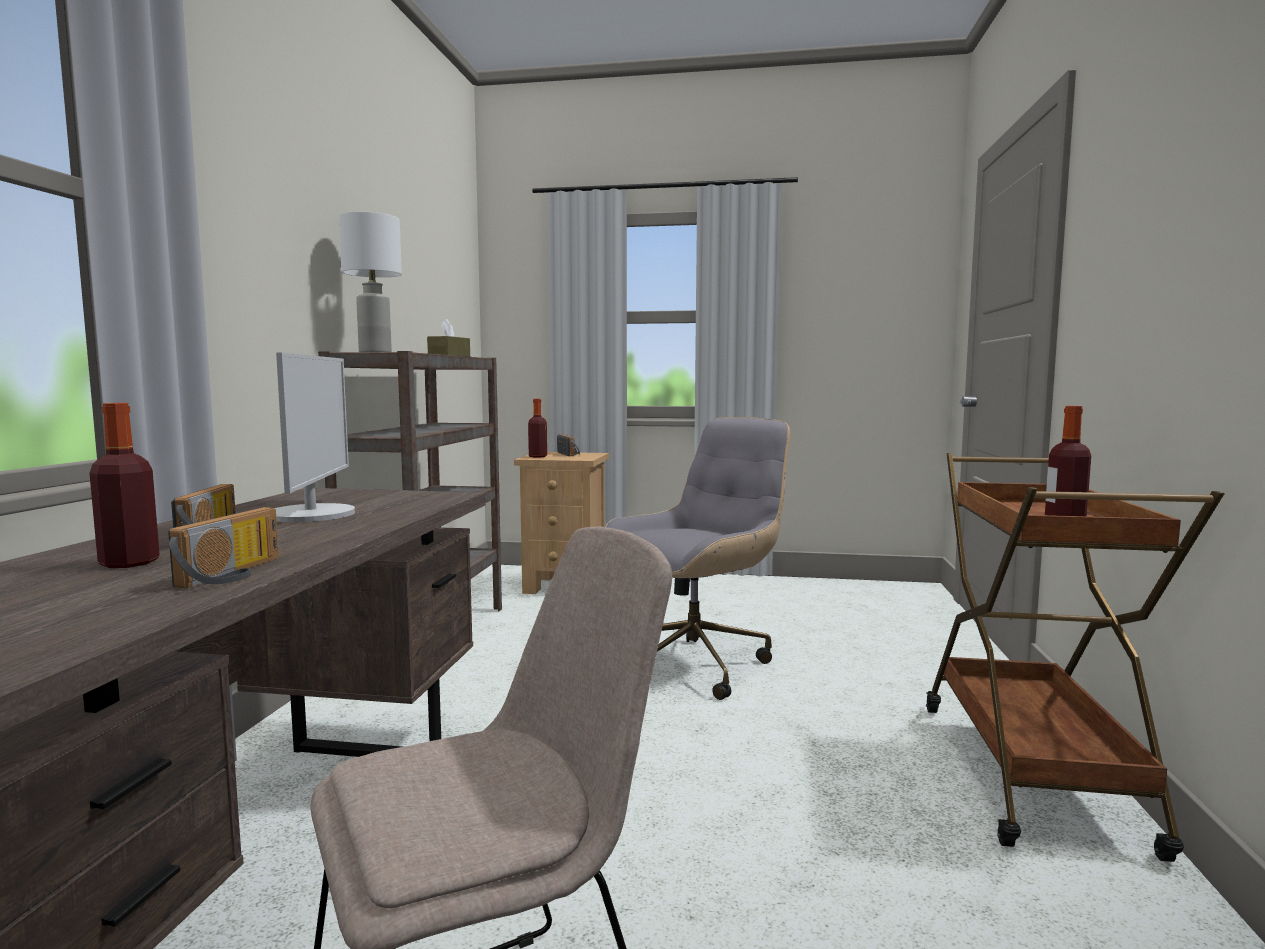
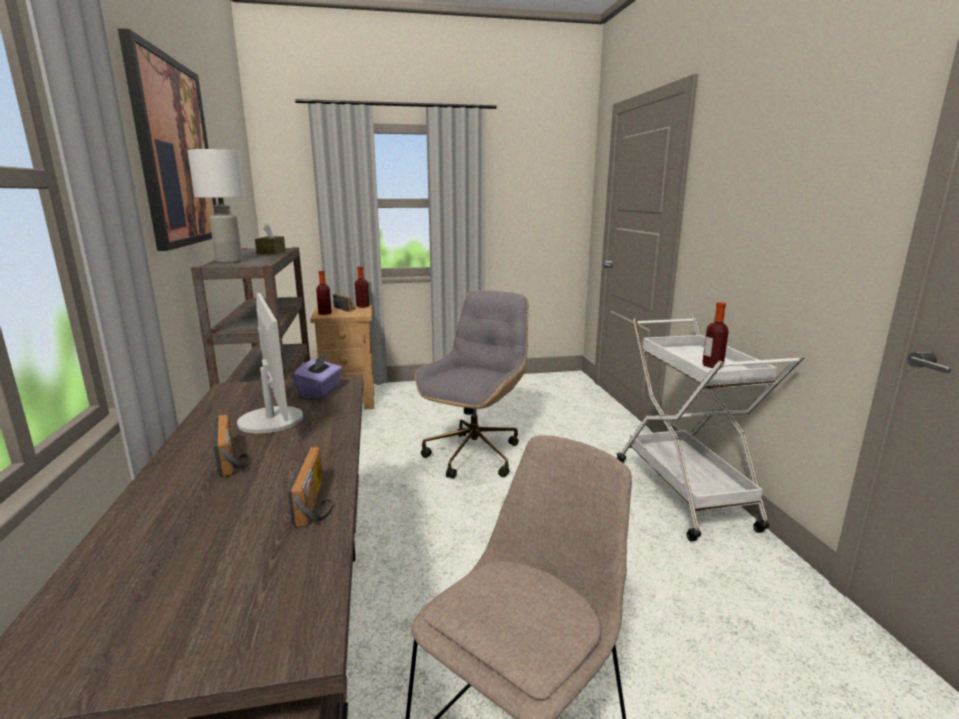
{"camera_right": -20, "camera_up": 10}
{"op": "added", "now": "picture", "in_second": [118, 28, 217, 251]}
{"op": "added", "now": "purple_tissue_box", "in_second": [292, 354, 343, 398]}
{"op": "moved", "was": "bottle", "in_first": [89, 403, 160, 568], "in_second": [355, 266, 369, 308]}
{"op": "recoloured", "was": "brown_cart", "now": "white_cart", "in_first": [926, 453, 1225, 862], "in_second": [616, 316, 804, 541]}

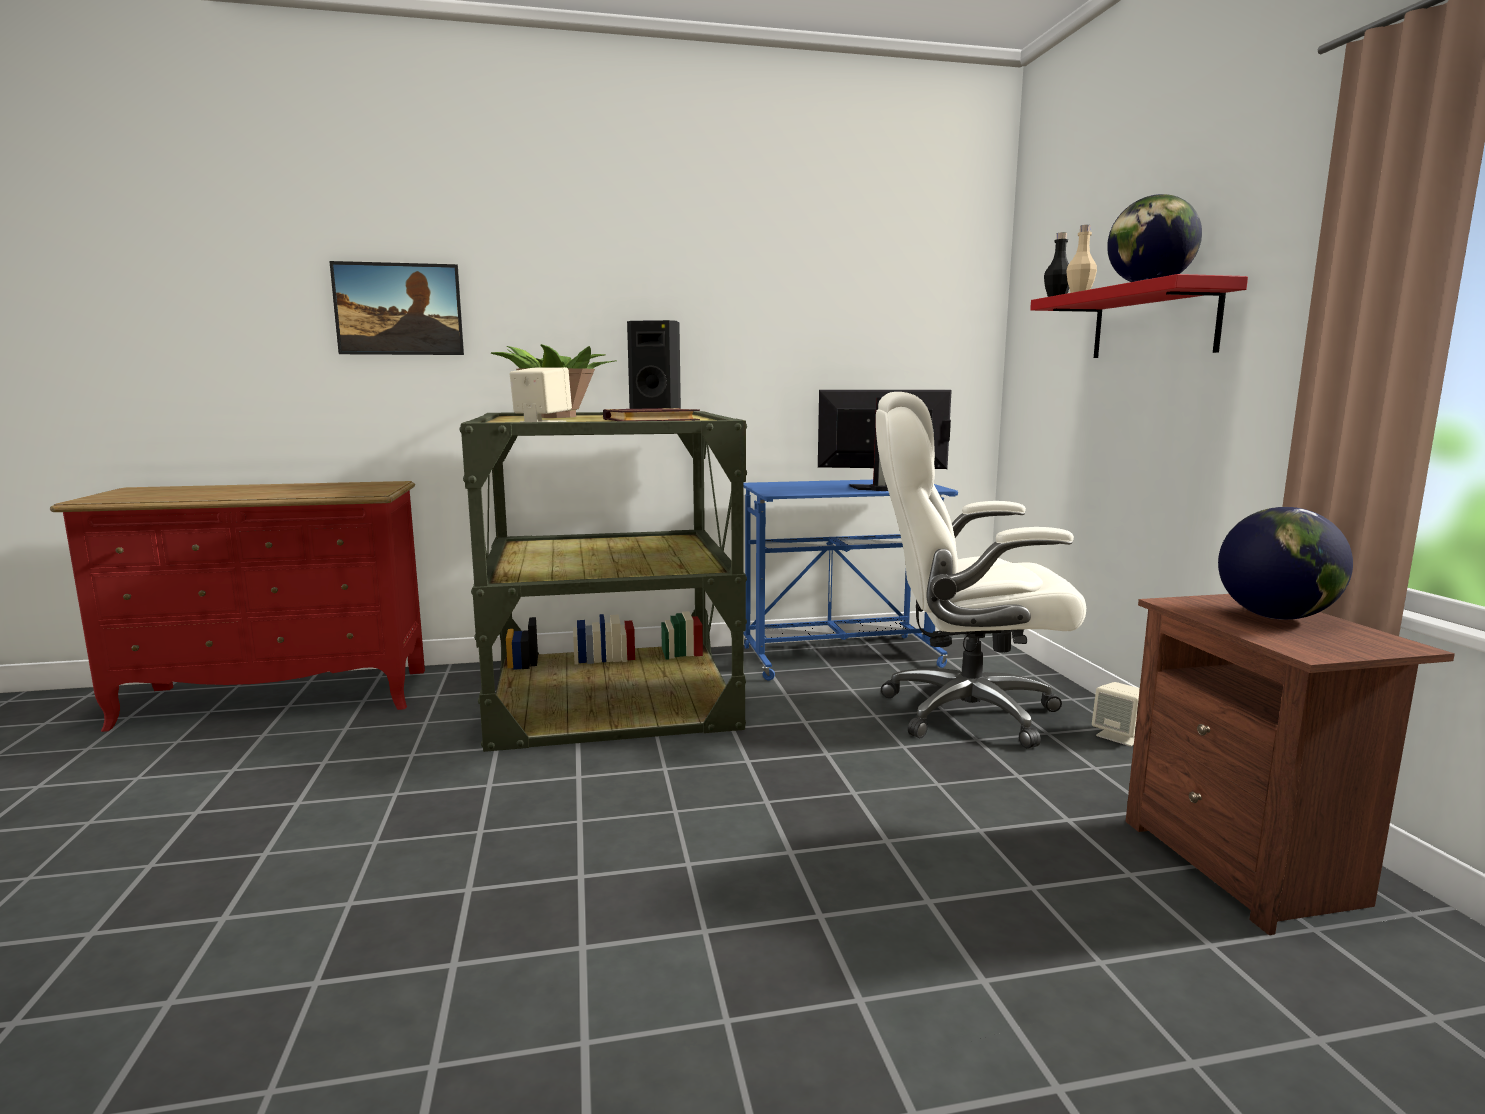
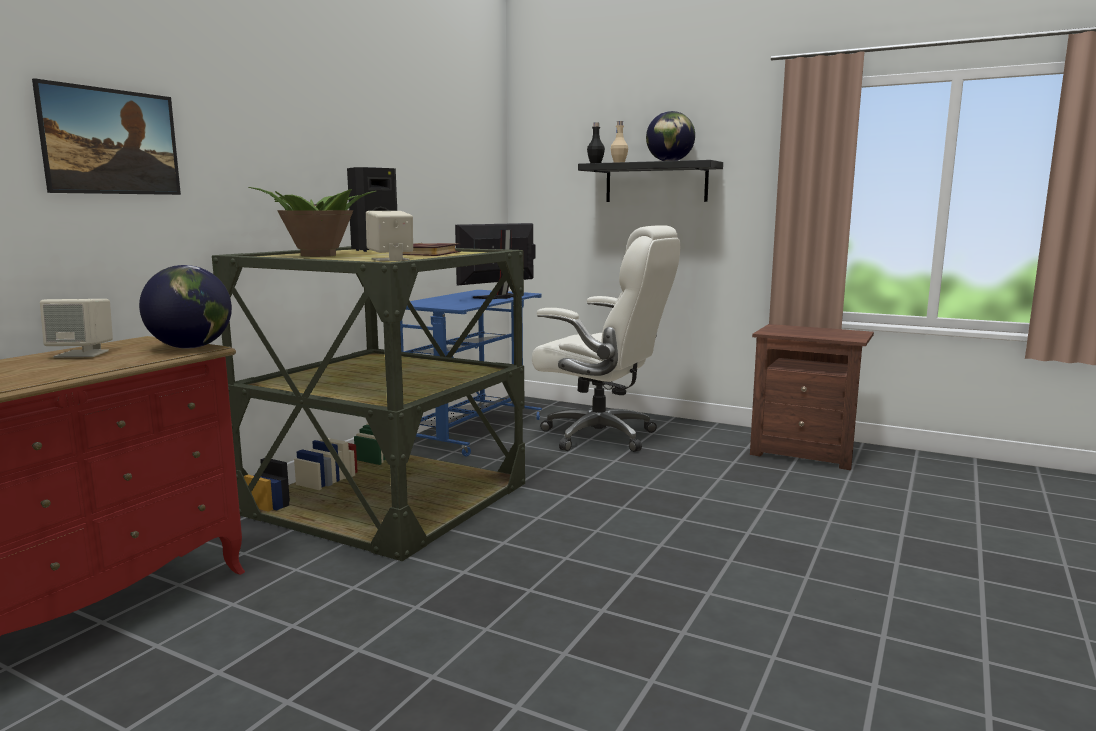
{"camera_right": -50, "camera_up": 0}
{"op": "moved", "was": "beige_speaker", "in_first": [1092, 682, 1140, 746], "in_second": [40, 299, 113, 358]}
{"op": "moved", "was": "globe", "in_first": [1218, 507, 1353, 620], "in_second": [139, 265, 232, 349]}
{"op": "recoloured", "was": "red_shelf", "now": "black_shelf", "in_first": [1030, 274, 1248, 358], "in_second": [578, 160, 723, 202]}
{"op": "turned", "was": "white_office_chair", "in_first": [876, 392, 1086, 748], "in_second": [532, 225, 680, 452], "clockwise": -105}

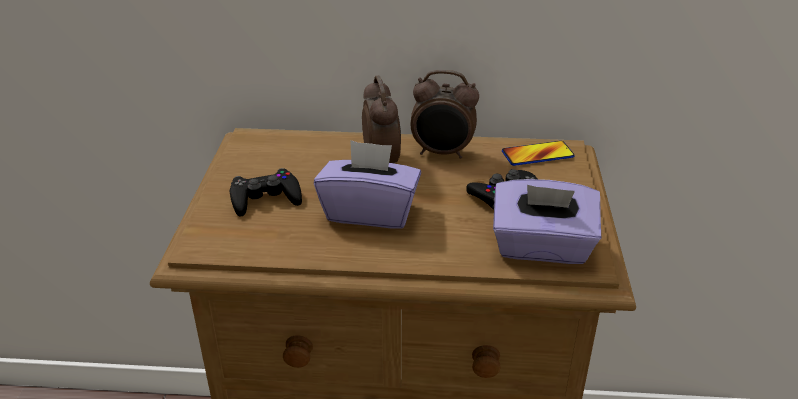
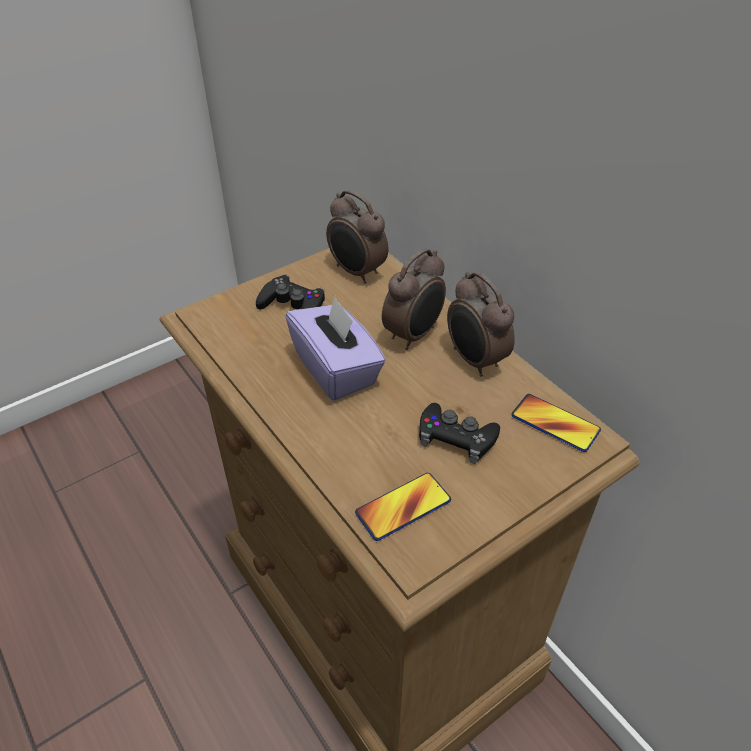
{"camera_right": 50, "camera_up": 10}
{"op": "added", "now": "alarm_clock", "in_second": [326, 190, 388, 284]}
{"op": "replaced", "was": "purple_tissue_box", "now": "phone", "in_first": [493, 179, 601, 264], "in_second": [355, 473, 451, 541]}

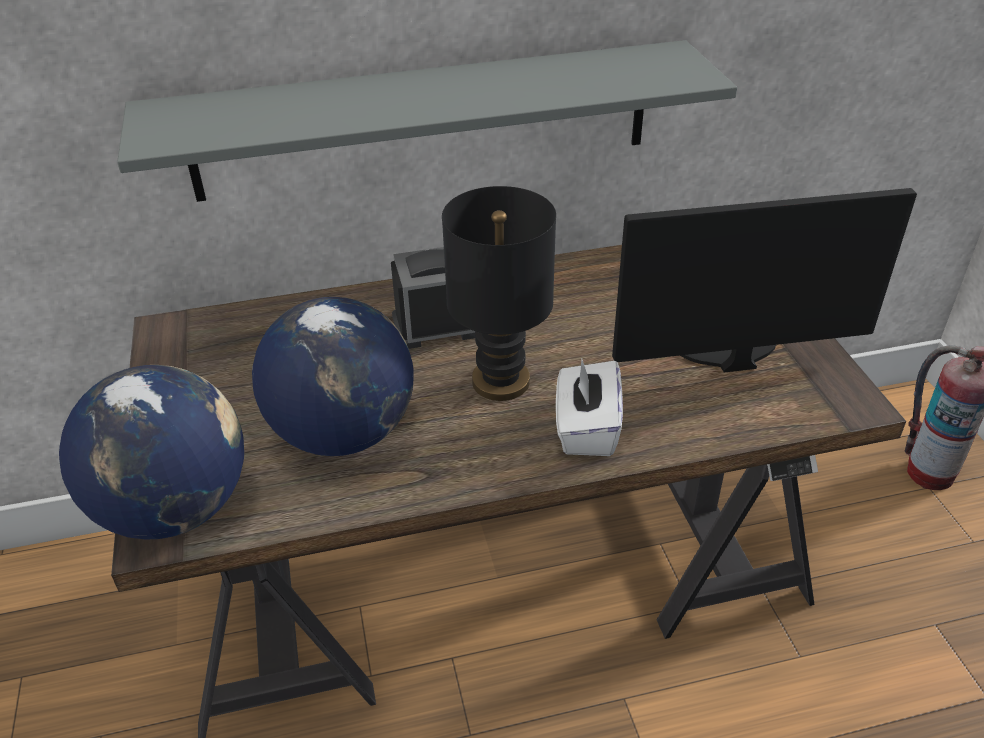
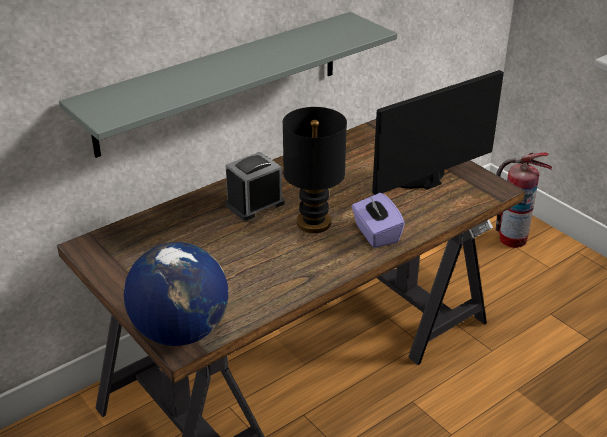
{"camera_right": -25, "camera_up": -5}
{"op": "removed", "was": "globe", "in_first": [252, 297, 414, 456]}
{"op": "recoloured", "was": "white_tissue_box", "now": "purple_tissue_box", "in_first": [556, 359, 623, 456], "in_second": [351, 193, 405, 248]}

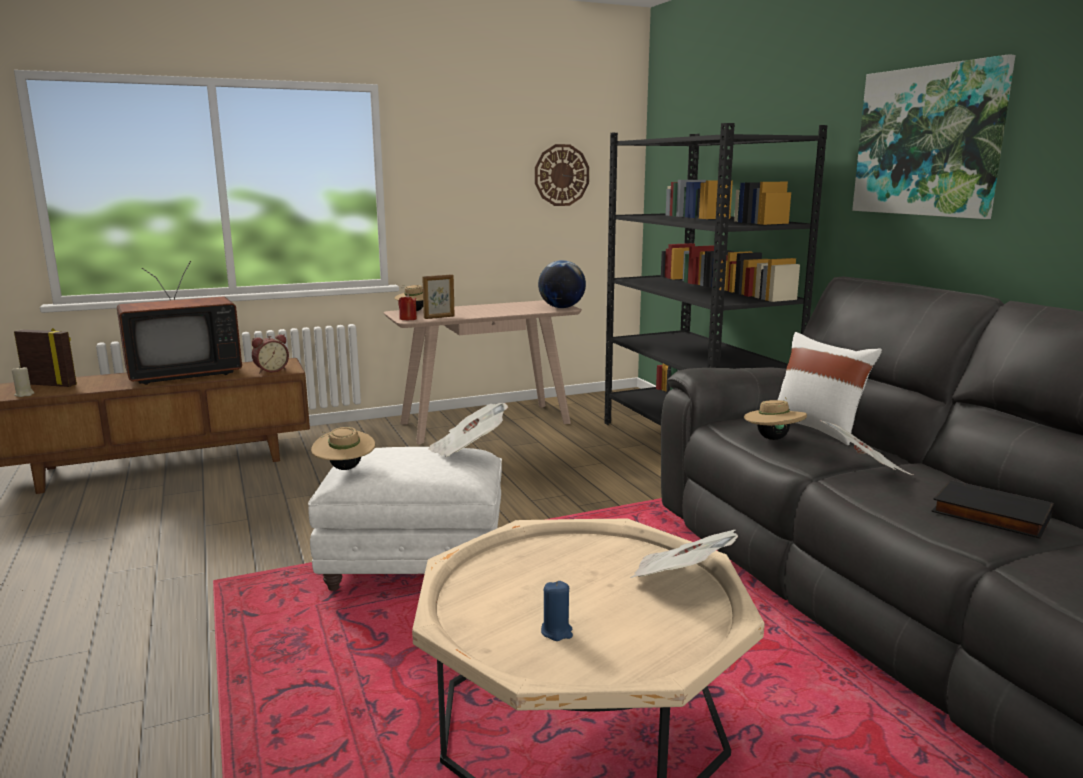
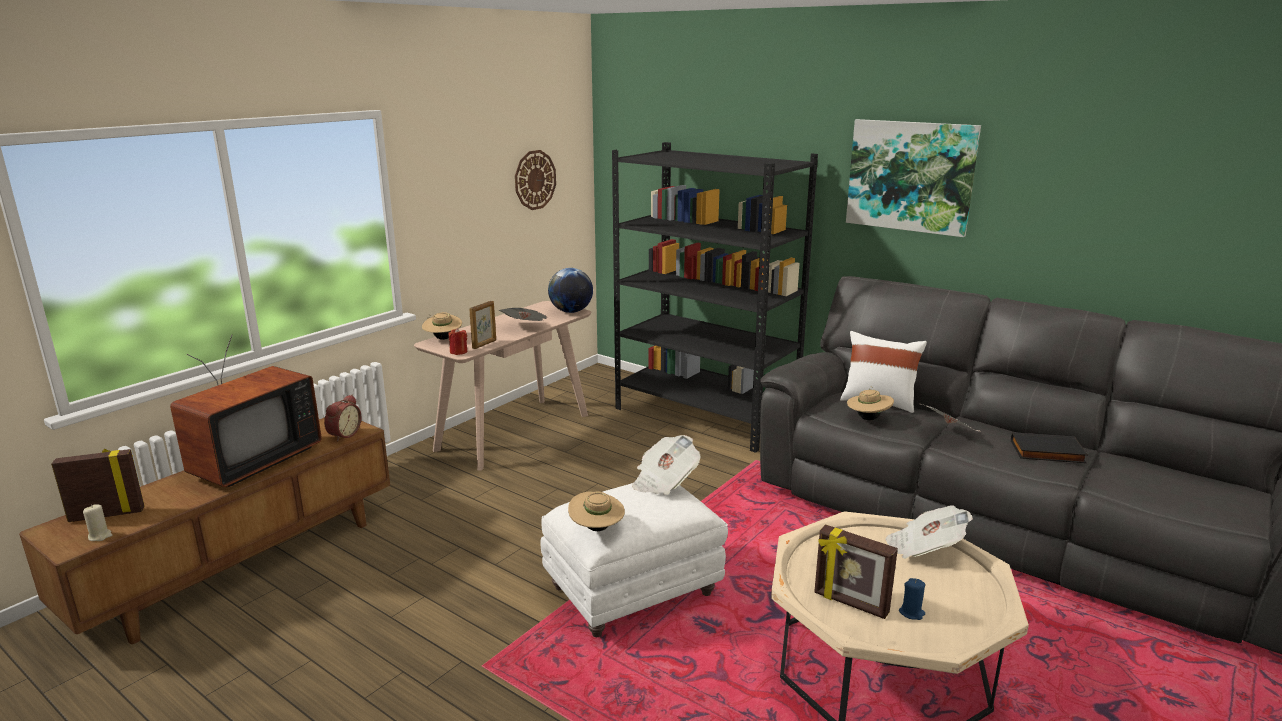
{"camera_right": -30, "camera_up": 5}
{"op": "added", "now": "newspaper", "in_second": [498, 308, 547, 321]}
{"op": "added", "now": "picture_frame", "in_second": [814, 524, 898, 619]}

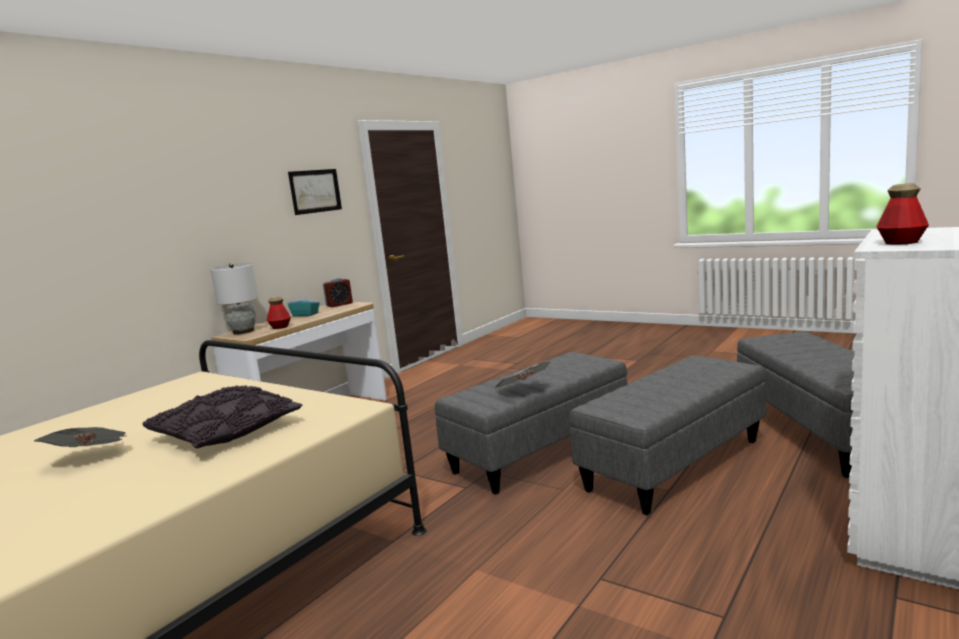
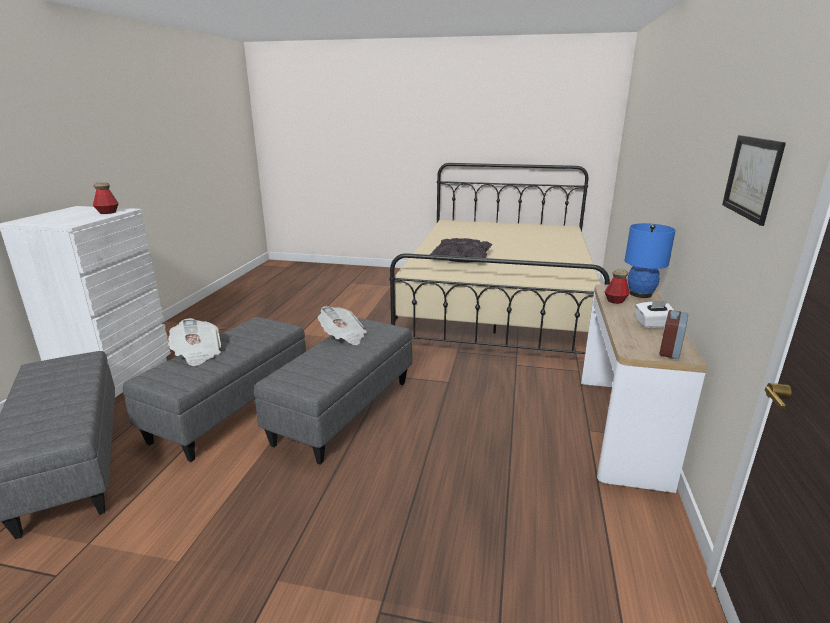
{"camera_right": 155, "camera_up": 10}
{"op": "moved", "was": "newspaper", "in_first": [34, 427, 126, 447], "in_second": [168, 318, 221, 366]}
{"op": "recoloured", "was": "white_table_lamp", "now": "blue_table_lamp", "in_first": [210, 263, 258, 334], "in_second": [625, 223, 676, 298]}
{"op": "recoloured", "was": "turquoise_tissue_box", "now": "white_tissue_box", "in_first": [288, 294, 320, 317], "in_second": [635, 301, 675, 328]}

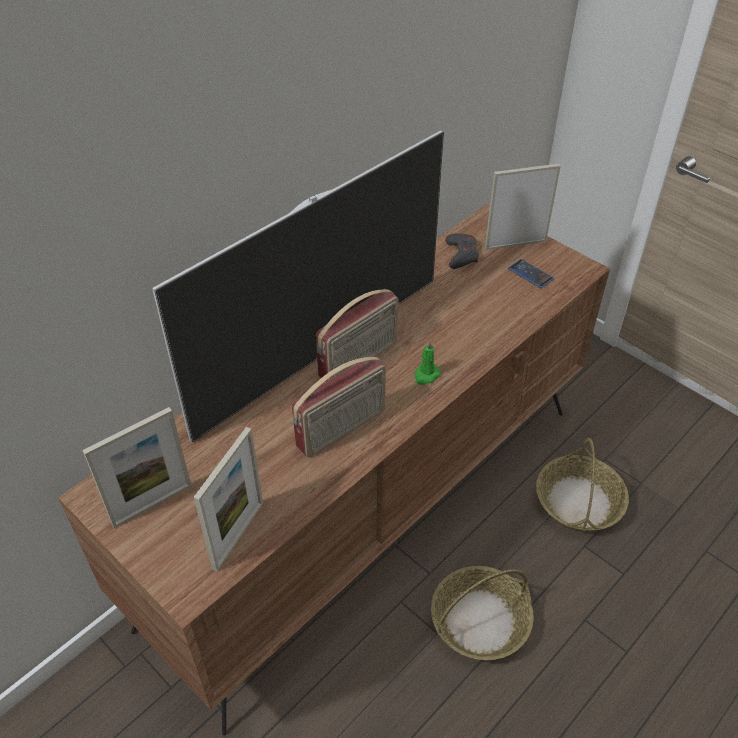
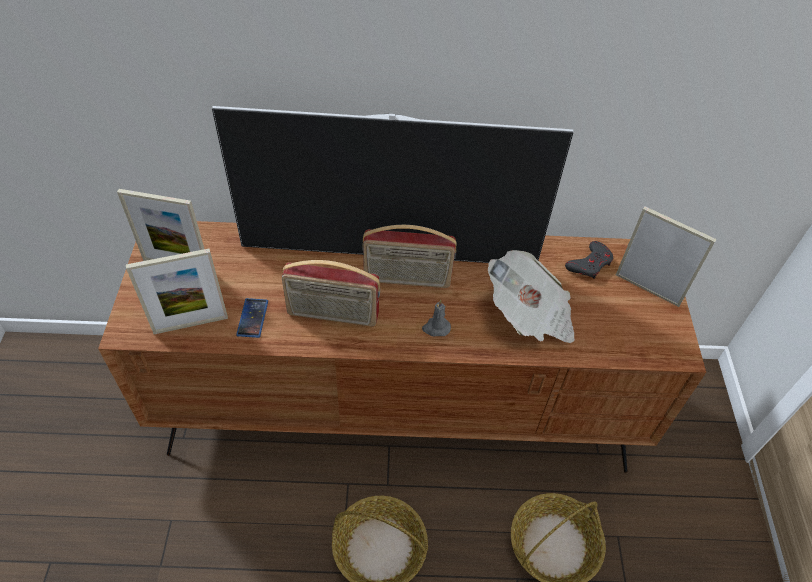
{"camera_right": 45, "camera_up": 5}
{"op": "added", "now": "newspaper", "in_second": [488, 250, 575, 343]}
{"op": "moved", "was": "phone", "in_first": [508, 259, 554, 288], "in_second": [236, 298, 268, 338]}
{"op": "recoloured", "was": "green_candle", "now": "grey_candle", "in_first": [414, 341, 441, 385], "in_second": [422, 300, 451, 337]}

